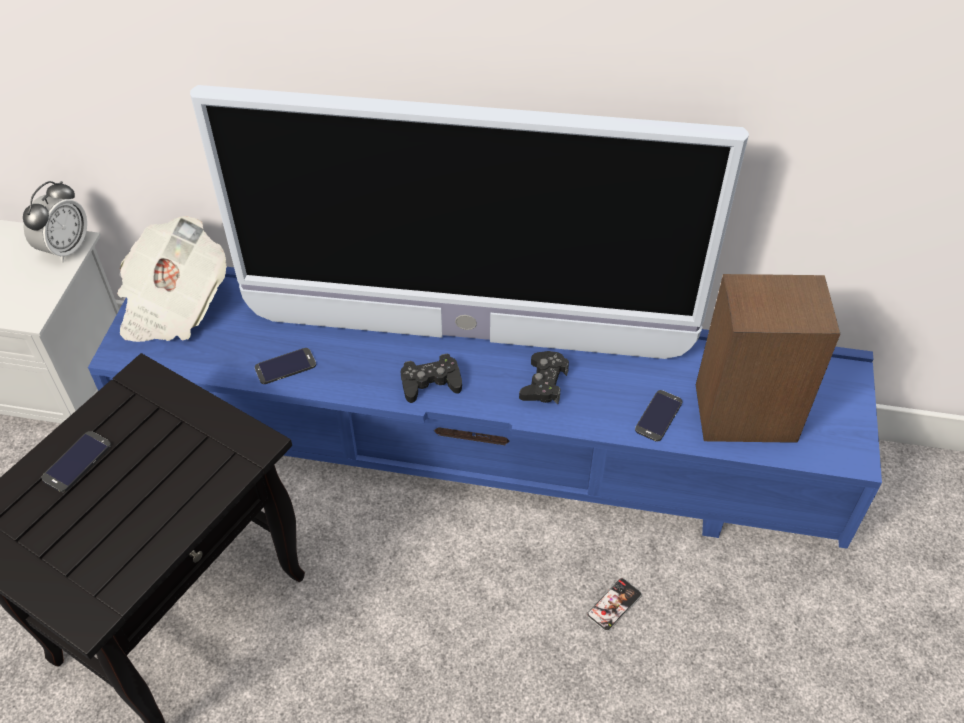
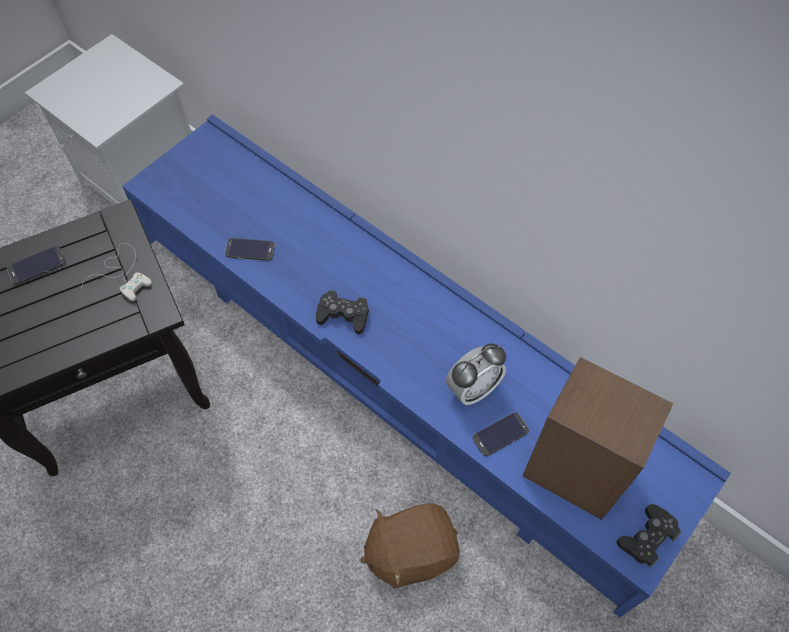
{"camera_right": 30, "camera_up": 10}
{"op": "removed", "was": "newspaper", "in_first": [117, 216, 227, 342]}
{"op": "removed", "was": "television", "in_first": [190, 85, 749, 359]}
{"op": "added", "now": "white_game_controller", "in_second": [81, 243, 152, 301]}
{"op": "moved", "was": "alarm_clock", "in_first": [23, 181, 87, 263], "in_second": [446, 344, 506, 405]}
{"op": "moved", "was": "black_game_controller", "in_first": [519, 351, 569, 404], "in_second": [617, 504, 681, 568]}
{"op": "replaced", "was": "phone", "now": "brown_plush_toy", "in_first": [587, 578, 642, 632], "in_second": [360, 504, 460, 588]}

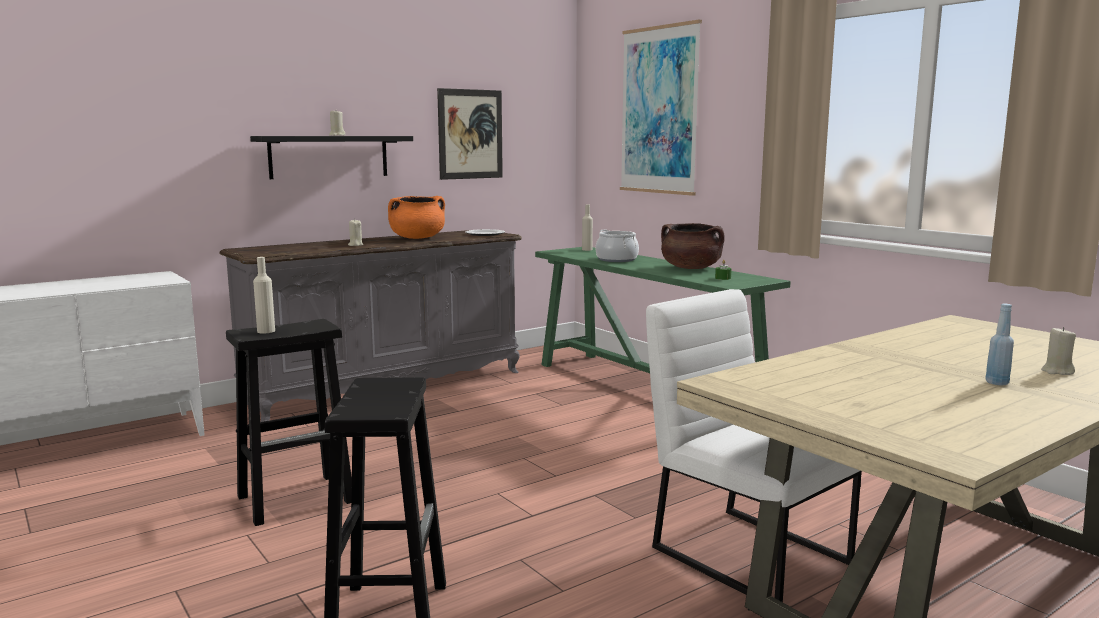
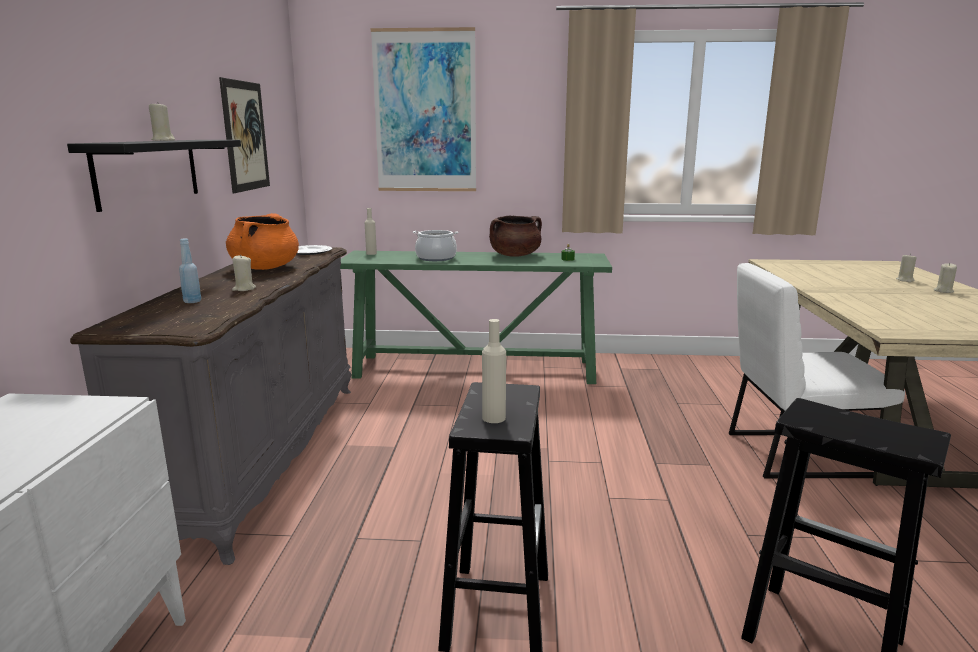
{"camera_right": -50, "camera_up": 5}
{"op": "added", "now": "beige_candle", "in_second": [934, 263, 957, 293]}
{"op": "moved", "was": "blue_bottle", "in_first": [985, 304, 1014, 385], "in_second": [179, 238, 201, 303]}

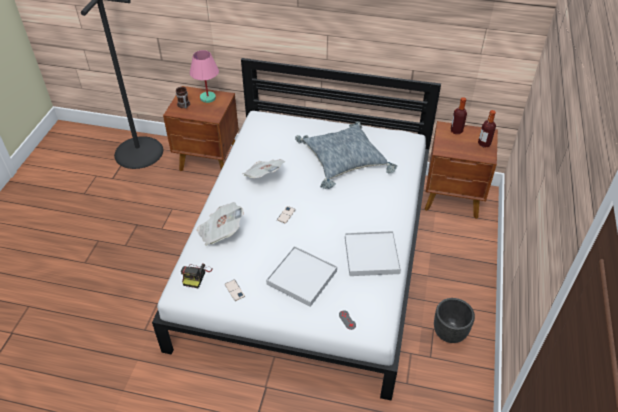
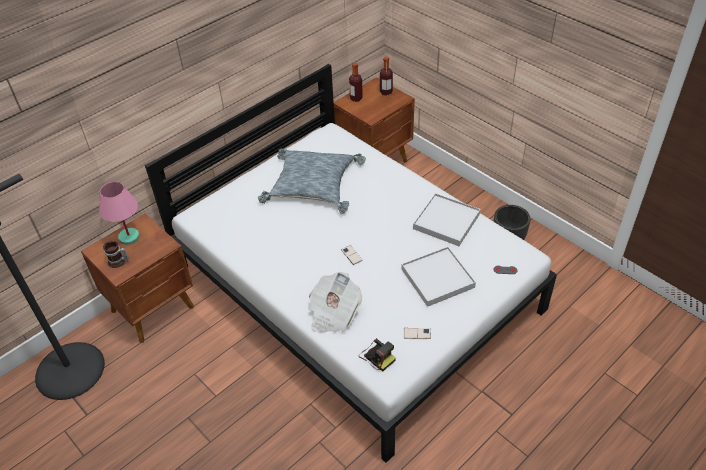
{"camera_right": -55, "camera_up": 0}
{"op": "removed", "was": "newspaper", "in_first": [243, 159, 285, 178]}

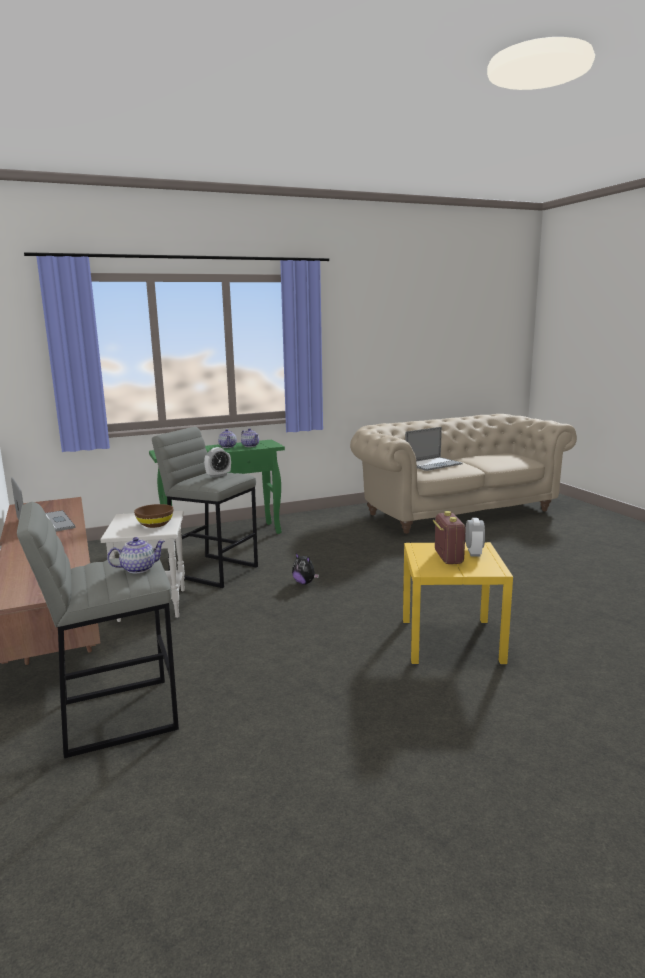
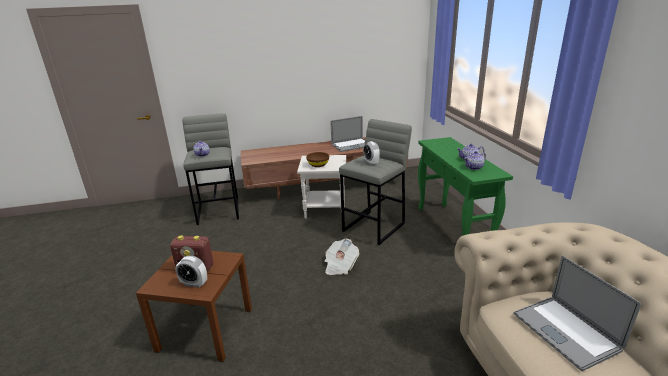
{"camera_right": 100, "camera_up": 10}
{"op": "replaced", "was": "plush_toy", "now": "newspaper", "in_first": [292, 553, 319, 585], "in_second": [325, 239, 359, 275]}
{"op": "recoloured", "was": "yellow_side_table", "now": "brown_side_table", "in_first": [403, 542, 513, 665], "in_second": [136, 251, 252, 362]}

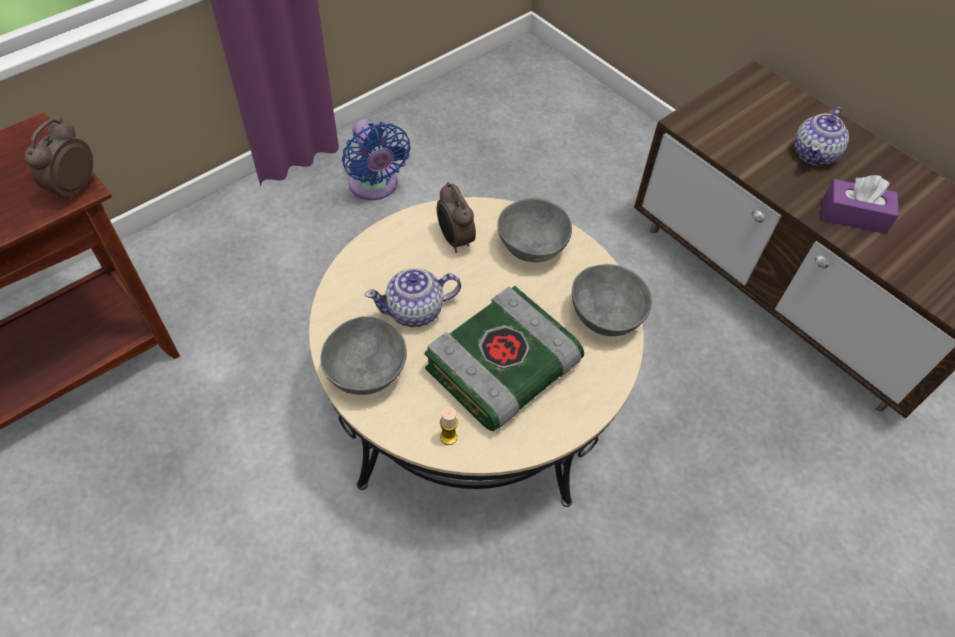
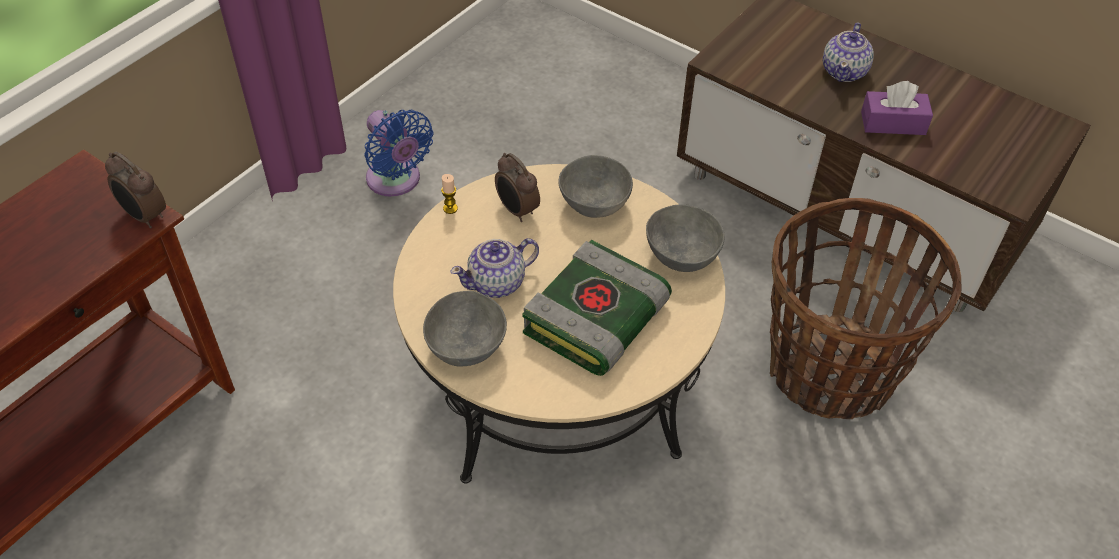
{"camera_right": -10, "camera_up": -5}
{"op": "added", "now": "basket", "in_second": [770, 198, 962, 419]}
{"op": "moved", "was": "candle", "in_first": [440, 407, 458, 445], "in_second": [441, 174, 458, 214]}
{"op": "turned", "was": "alarm_clock", "in_first": [24, 118, 93, 201], "in_second": [105, 152, 166, 229], "clockwise": -60}

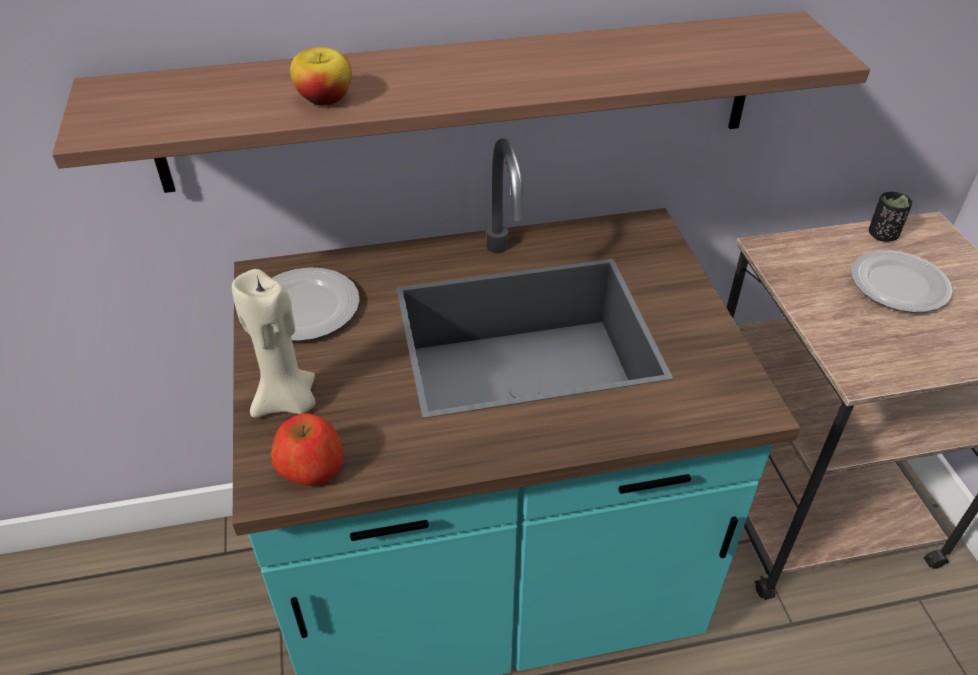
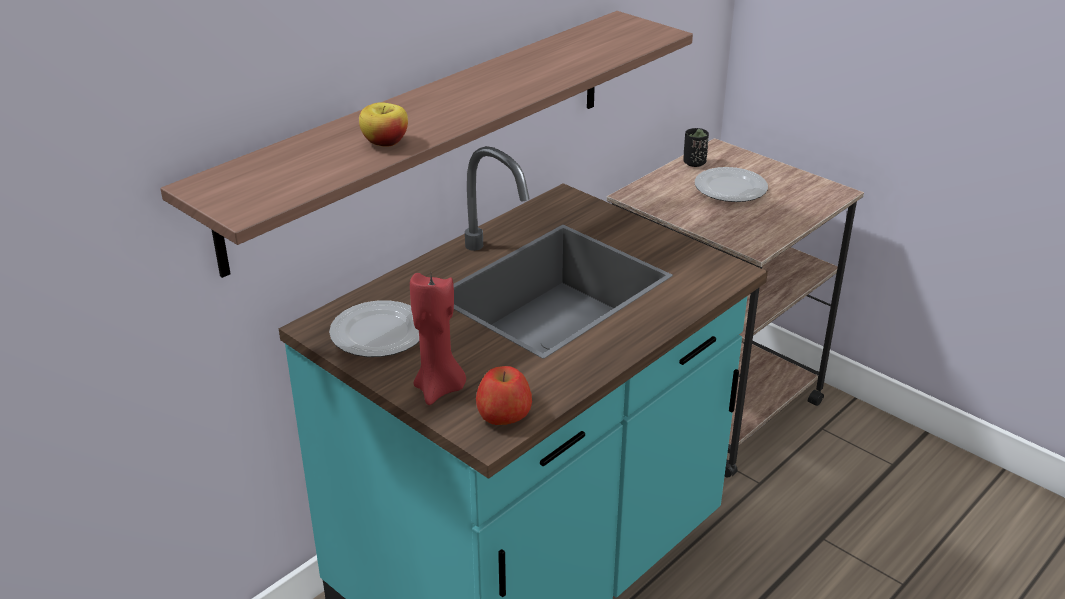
{"camera_right": -35, "camera_up": -10}
{"op": "recoloured", "was": "beige_candle", "now": "red_candle", "in_first": [232, 269, 316, 418], "in_second": [410, 273, 466, 405]}

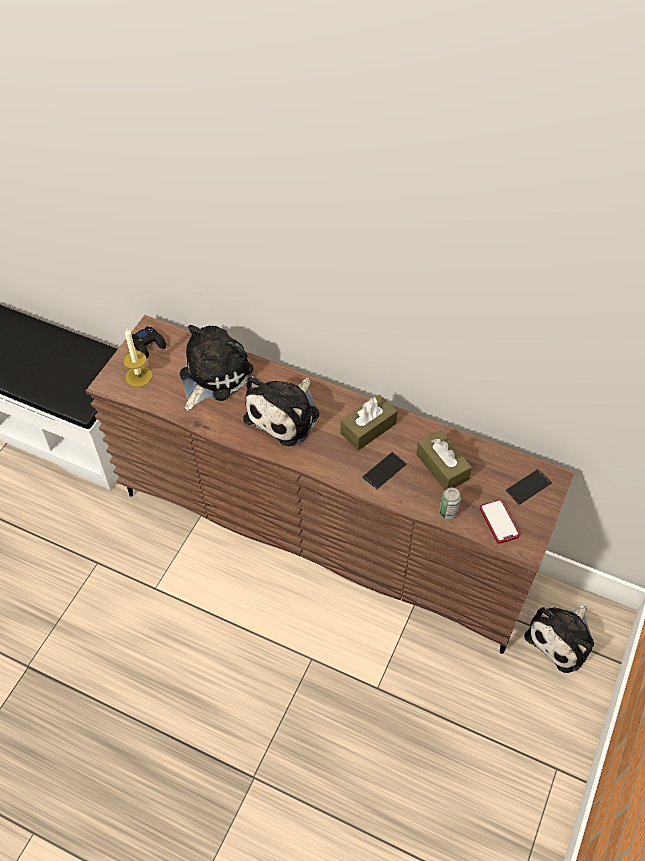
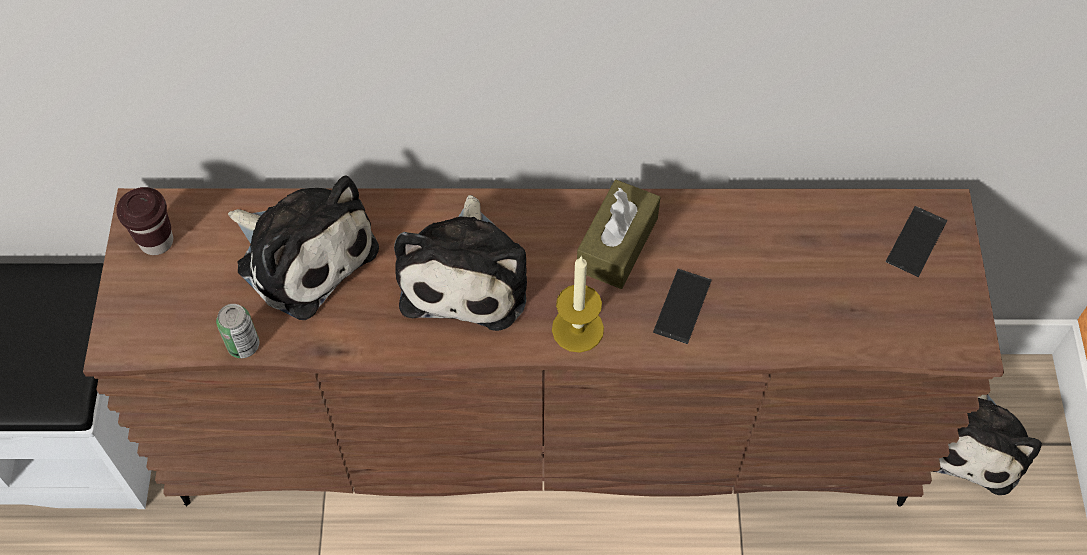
{"camera_right": -25, "camera_up": 5}
{"op": "removed", "was": "brown_tissue_box", "in_first": [416, 430, 472, 490]}
{"op": "removed", "was": "phone", "in_first": [480, 499, 520, 544]}
{"op": "moved", "was": "candle", "in_first": [123, 328, 152, 387], "in_second": [552, 255, 604, 353]}
{"op": "moved", "was": "can", "in_first": [439, 488, 461, 519], "in_second": [216, 304, 259, 358]}
{"op": "replaced", "was": "black_game_controller", "now": "brown_cup", "in_first": [132, 326, 166, 358], "in_second": [116, 187, 173, 255]}
{"op": "turned", "was": "plush_toy", "in_first": [180, 325, 254, 411], "in_second": [228, 175, 379, 320], "clockwise": 120}

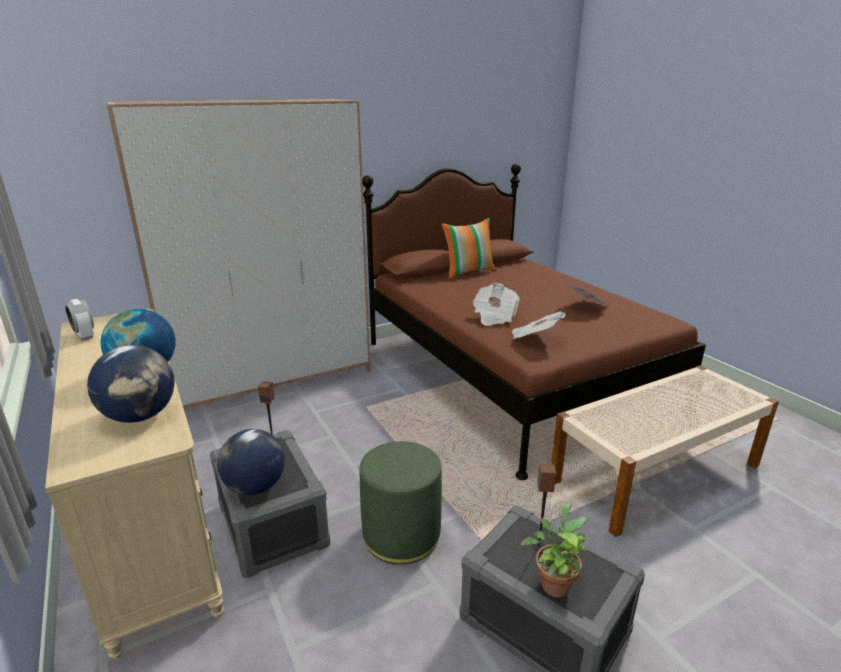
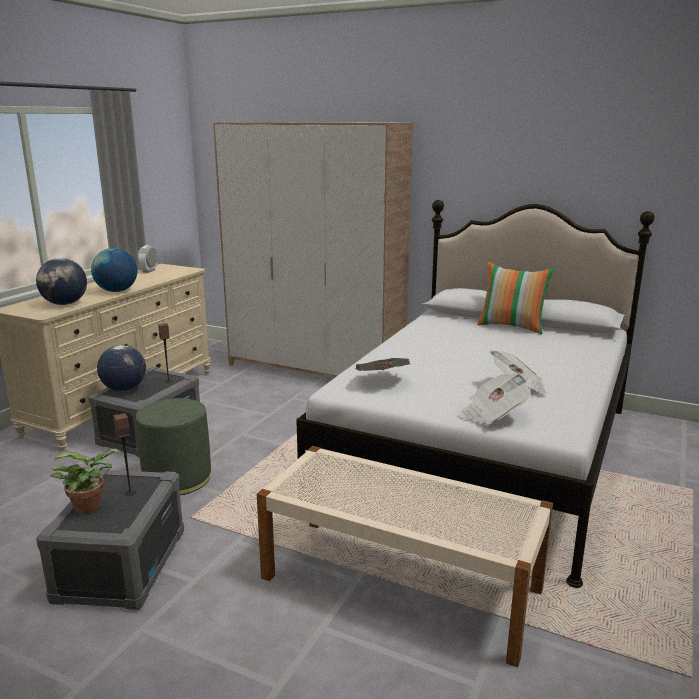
{"camera_right": 55, "camera_up": -5}
{"op": "moved", "was": "newspaper", "in_first": [473, 283, 520, 326], "in_second": [459, 374, 531, 425]}
{"op": "recoloured", "was": "brown_bed", "now": "white_bed", "in_first": [362, 164, 706, 480], "in_second": [296, 200, 655, 588]}

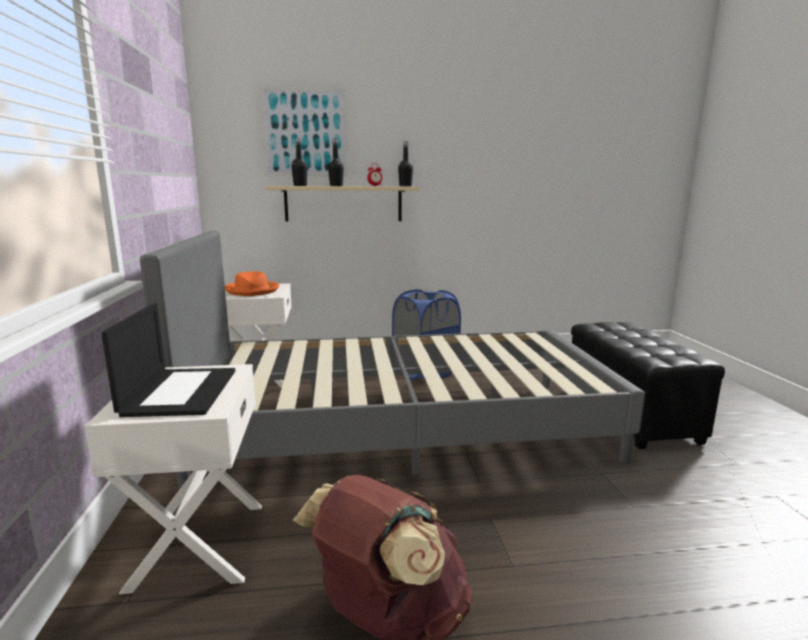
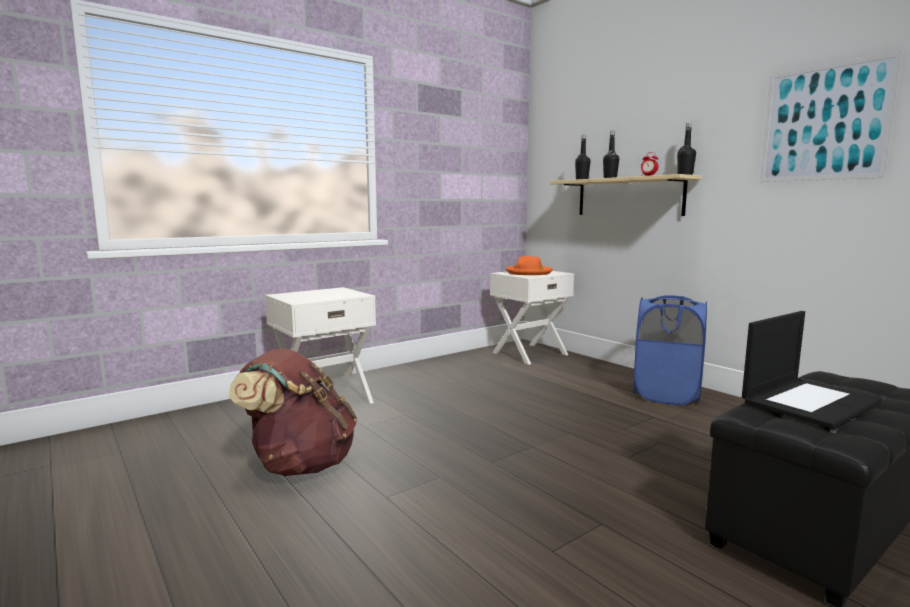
{"camera_right": 60, "camera_up": -5}
{"op": "removed", "was": "grey_bed", "in_first": [140, 231, 645, 490]}
{"op": "moved", "was": "laptop", "in_first": [101, 303, 235, 417], "in_second": [742, 311, 882, 429]}
{"op": "moved", "was": "picture", "in_first": [260, 87, 348, 177], "in_second": [760, 51, 903, 182]}

